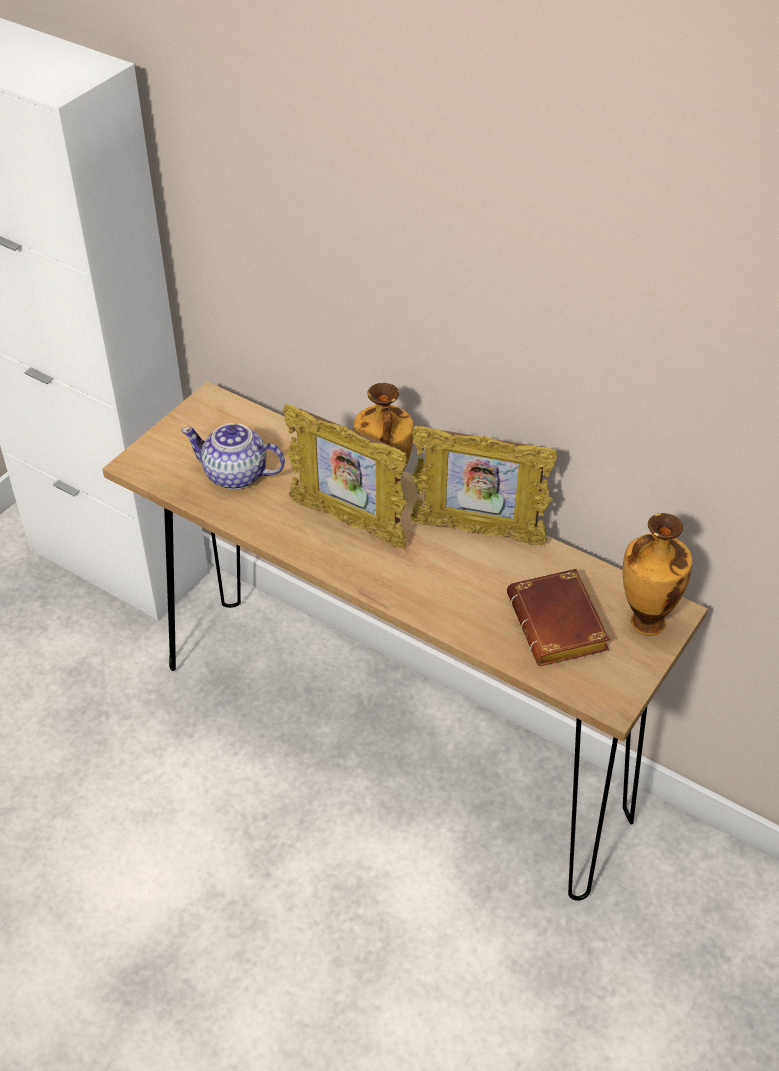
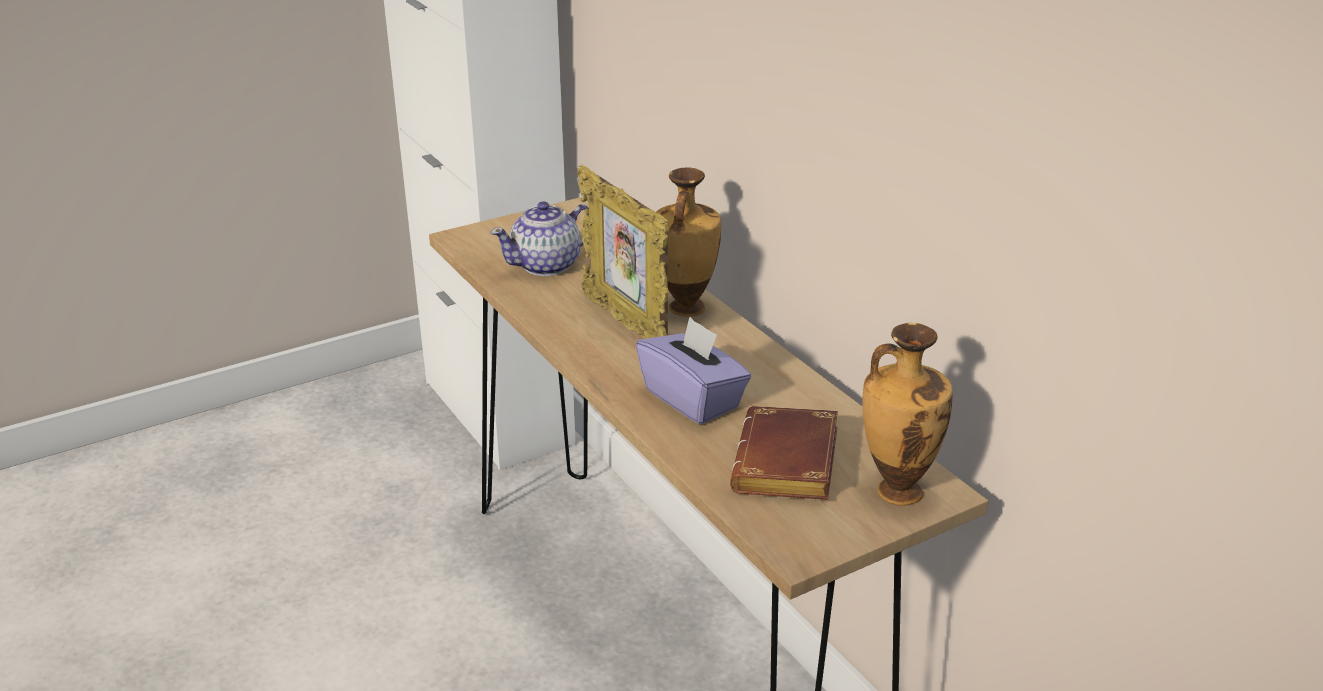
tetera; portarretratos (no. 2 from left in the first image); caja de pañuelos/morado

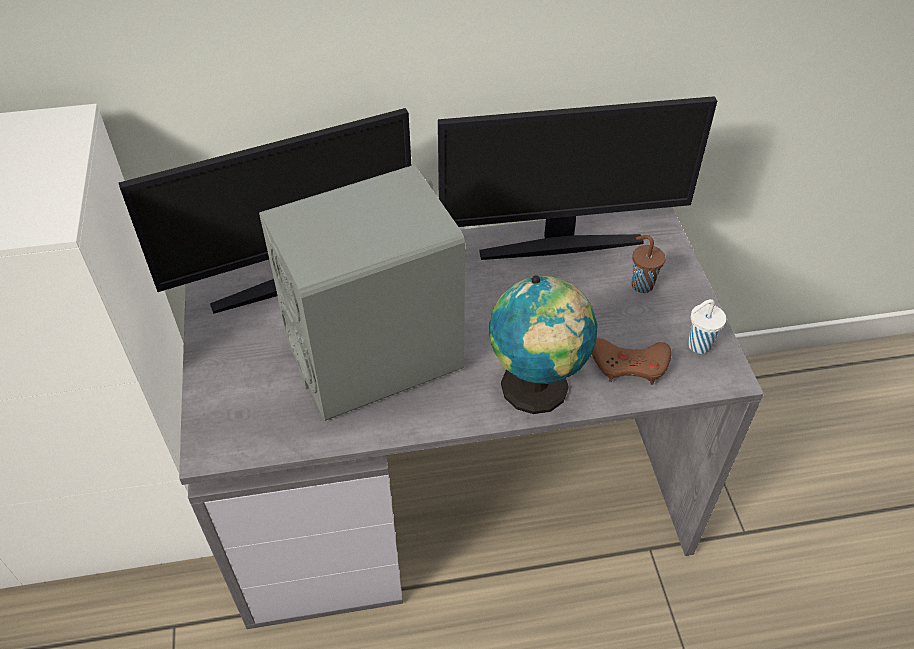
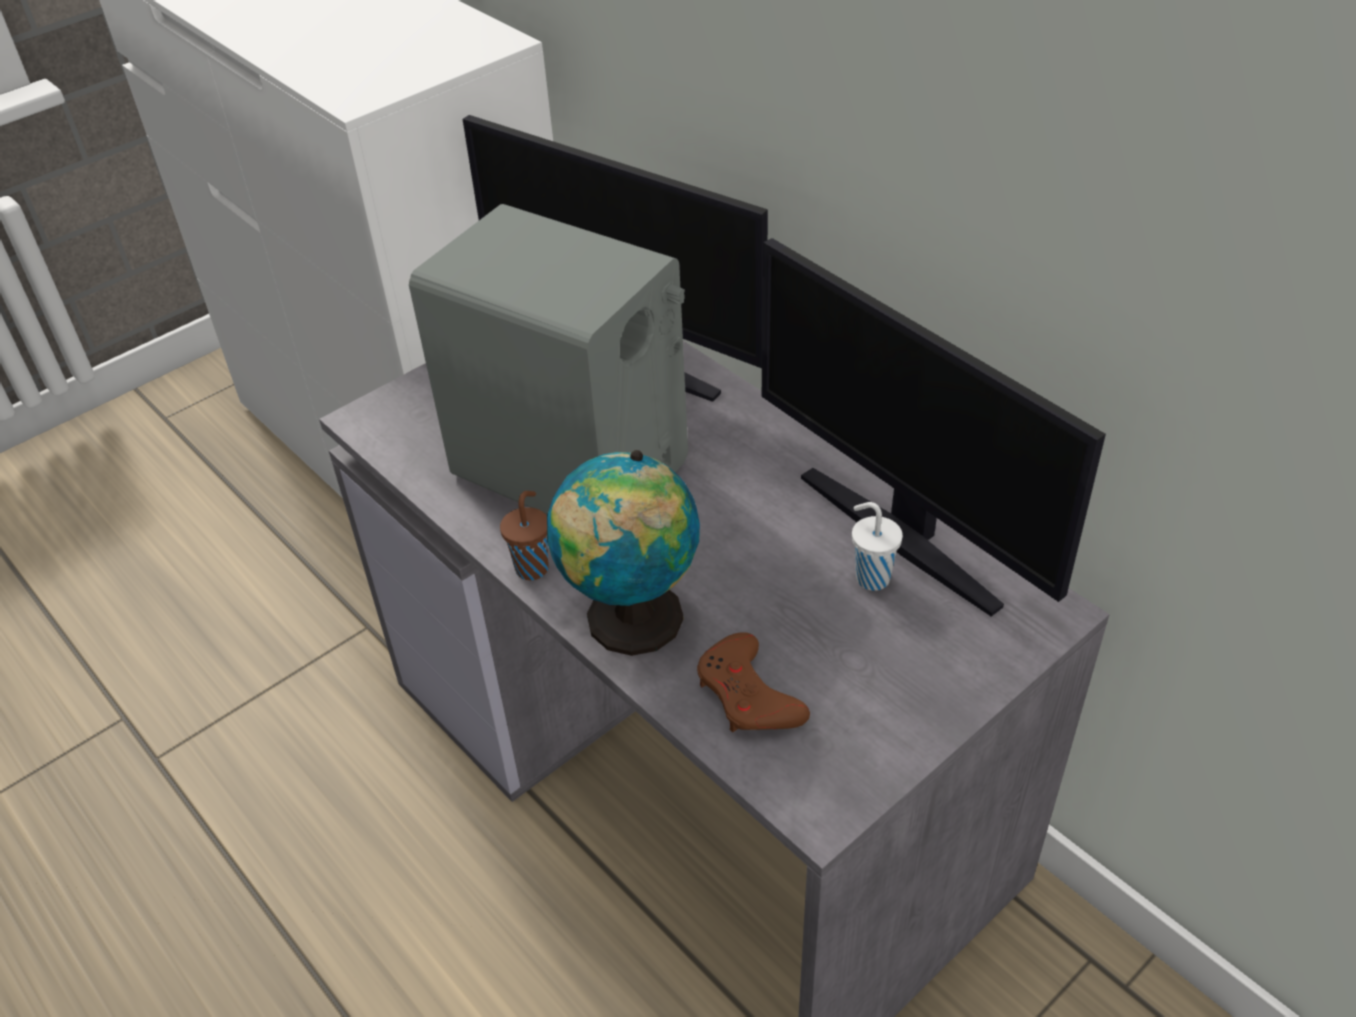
taza/marrón; taza/blanco

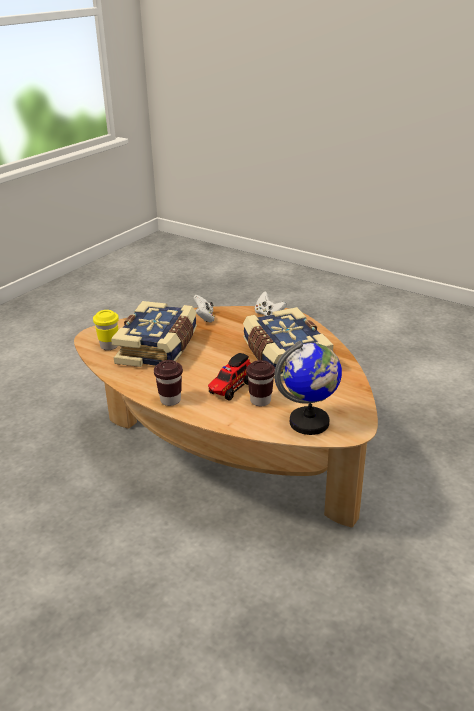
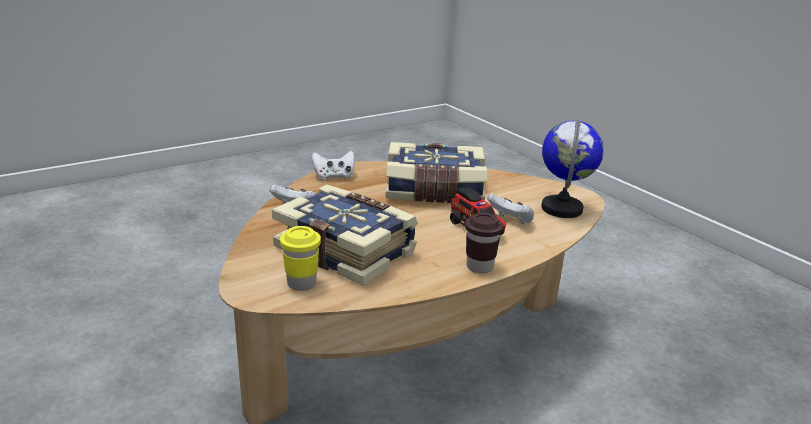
mando de consola/blanco (no. 3 from left)

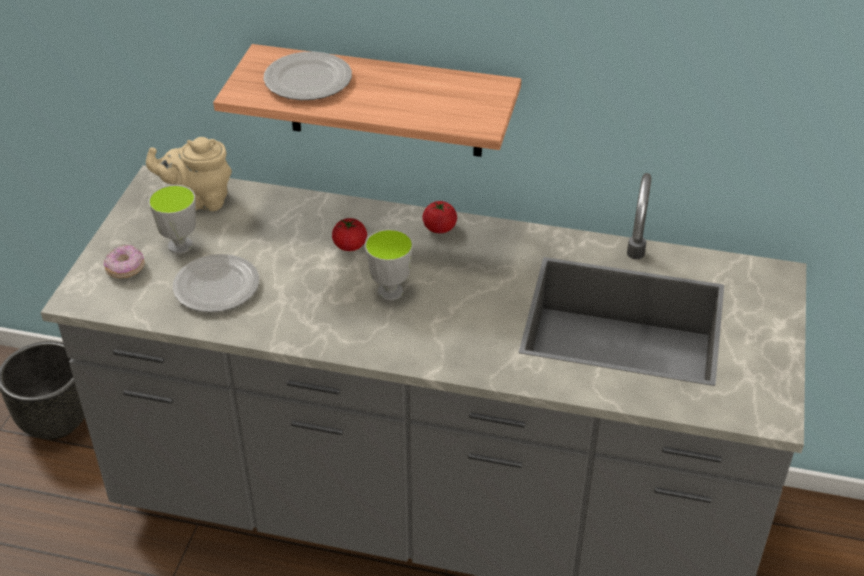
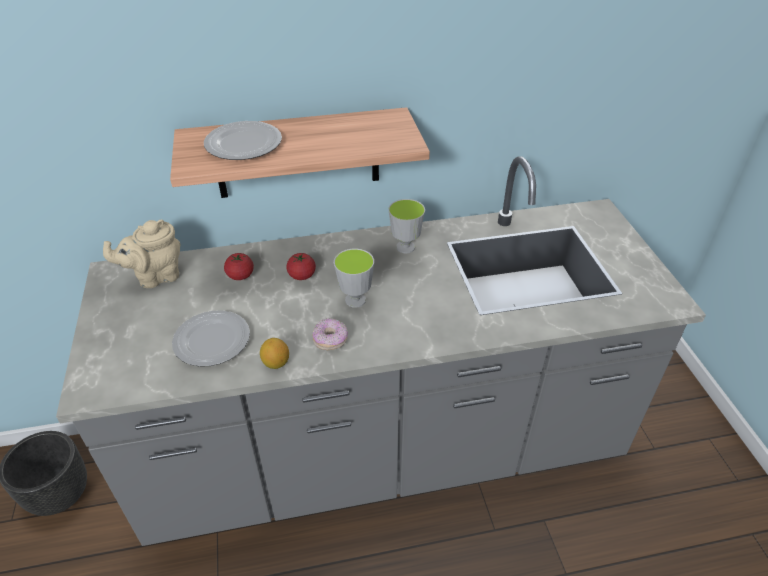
rosquilla; taza (no. 2 from left); tomate (no. 1 from left); limón

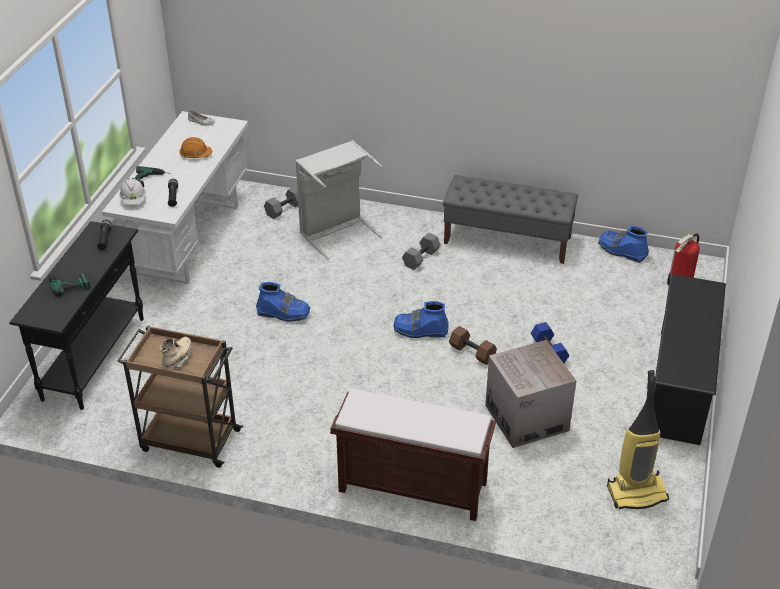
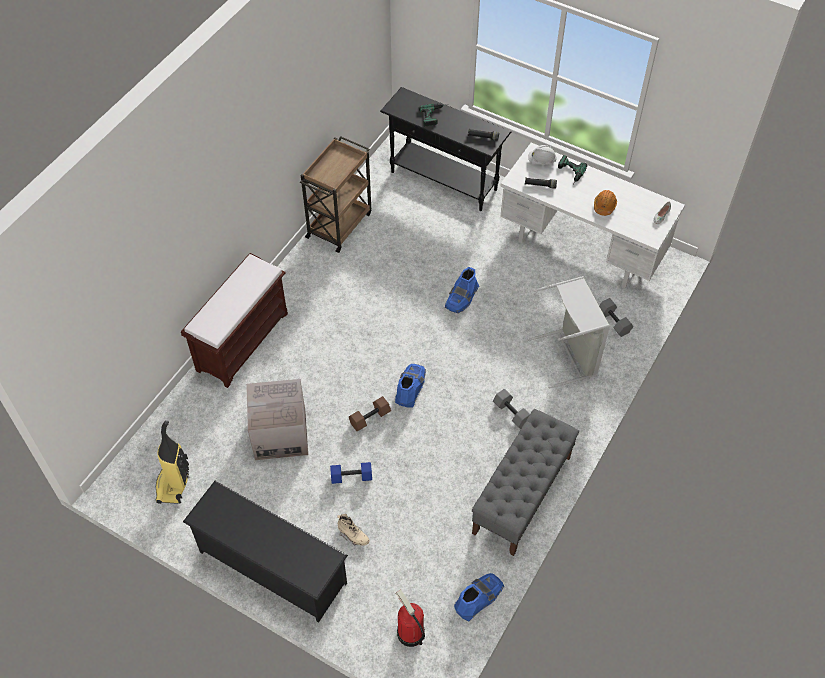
bota/beis

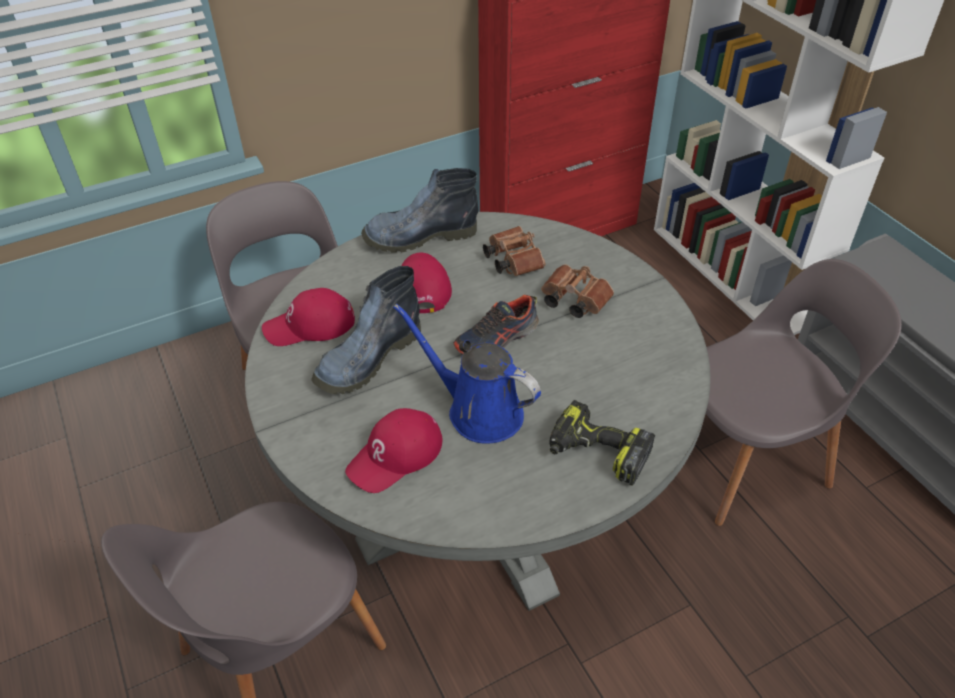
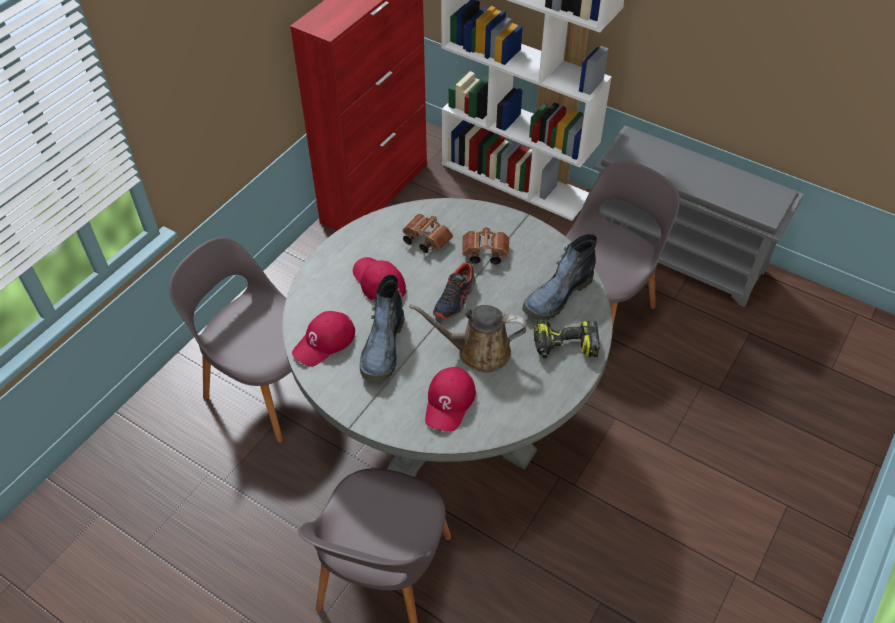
bota (no. 2 from left); regadera/marrón

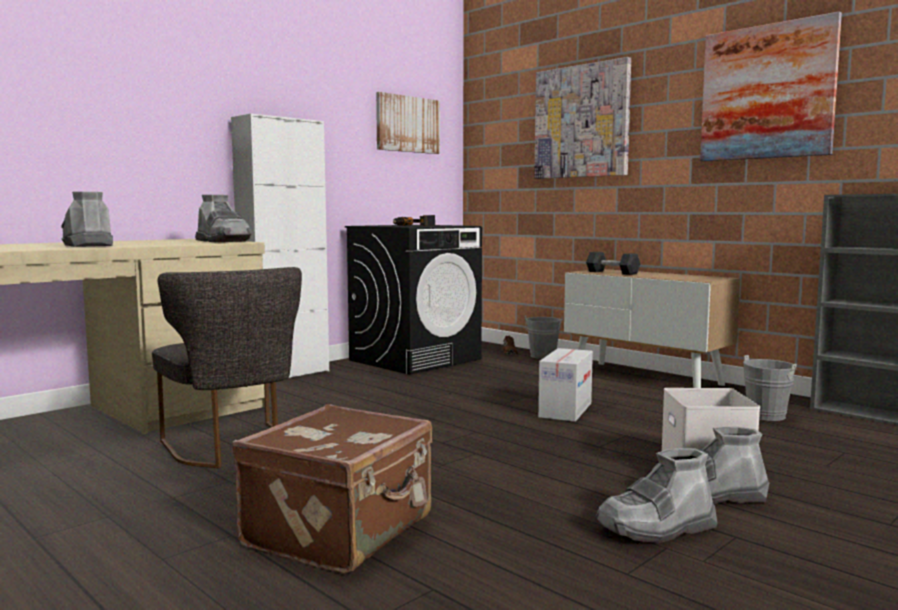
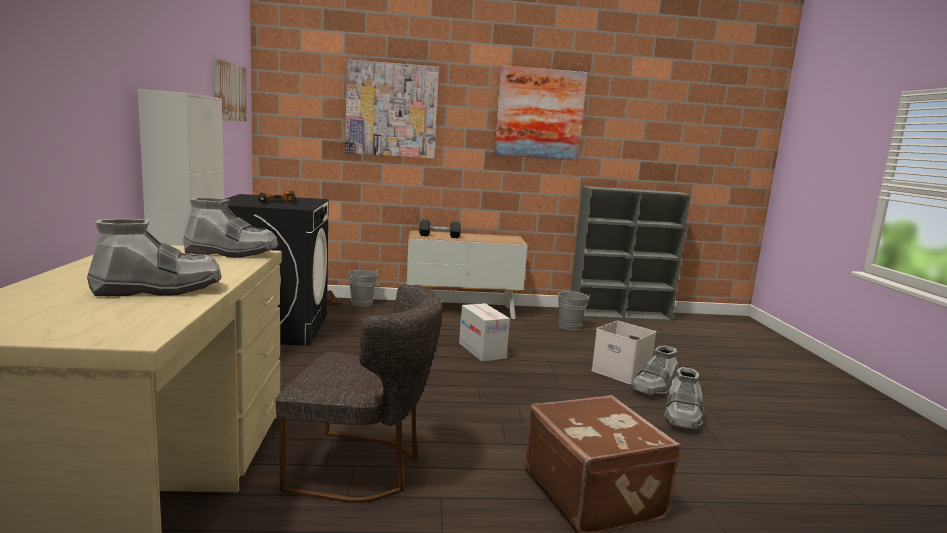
bota/gris (no. 1 from left)

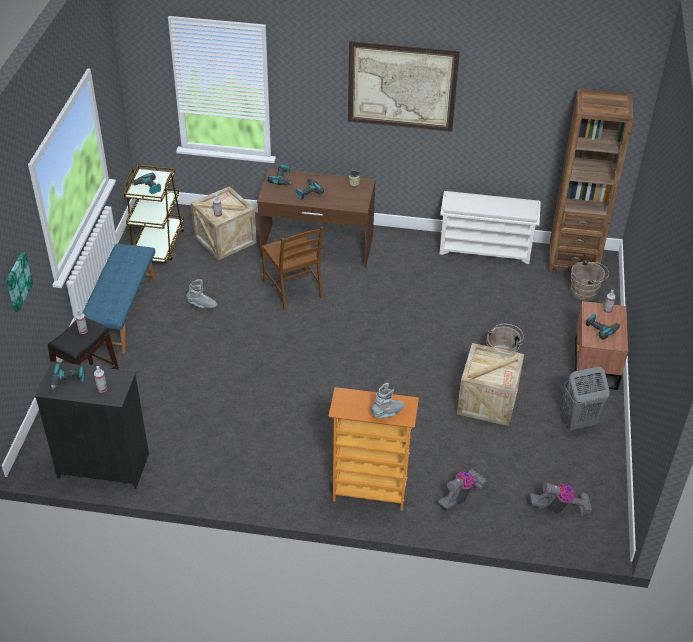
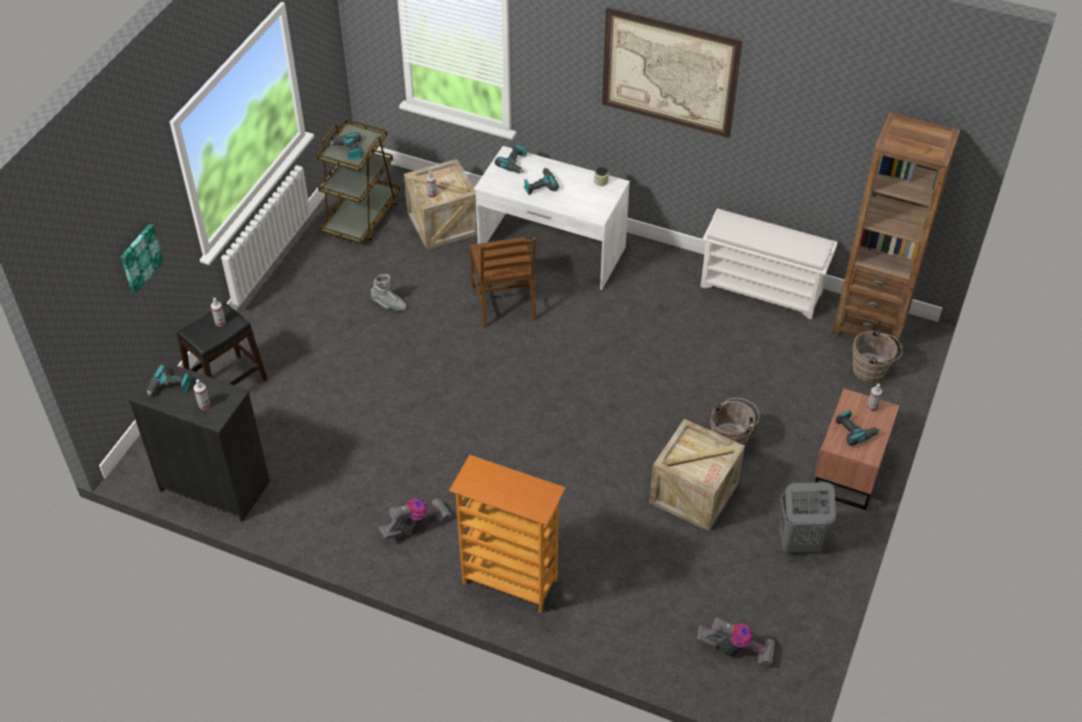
banco/azul; escritorio/blanco; bota/gris (no. 2 from left in the first image); aspiradora (no. 1 from left)

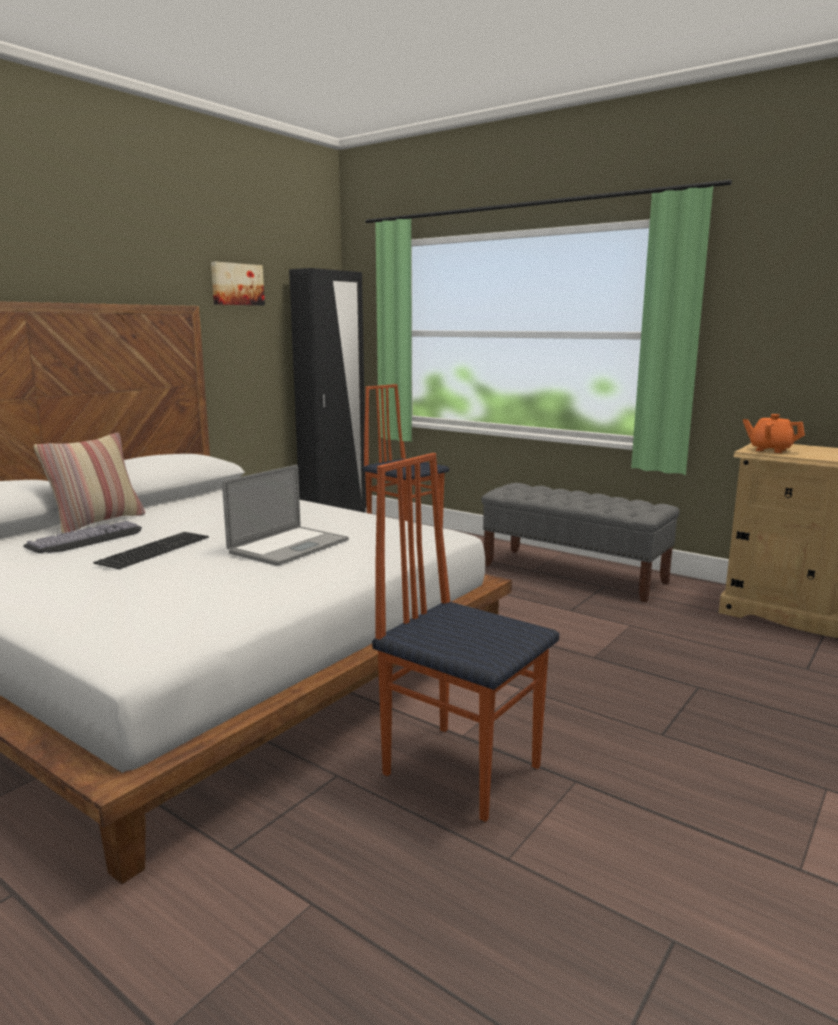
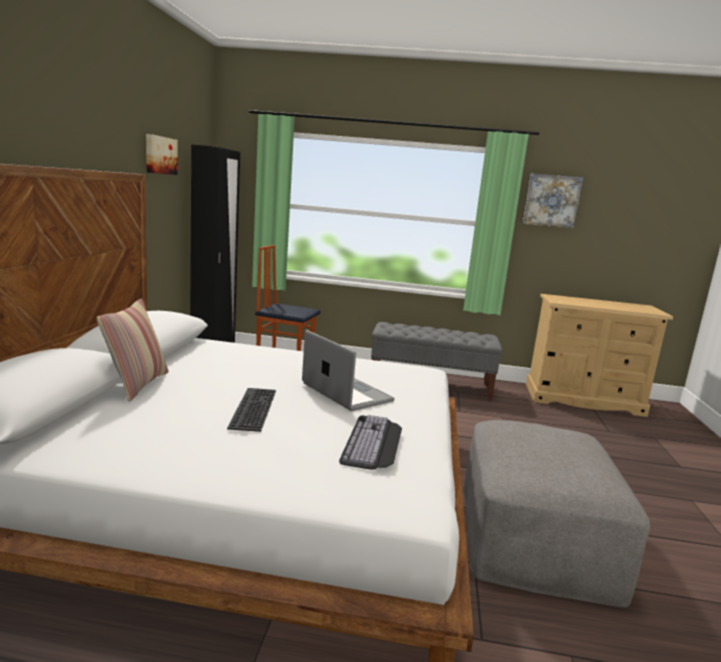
teclado (no. 2 from left); portátil; puf/gris; tetera/naranja; cuadro (no. 2 from left)

